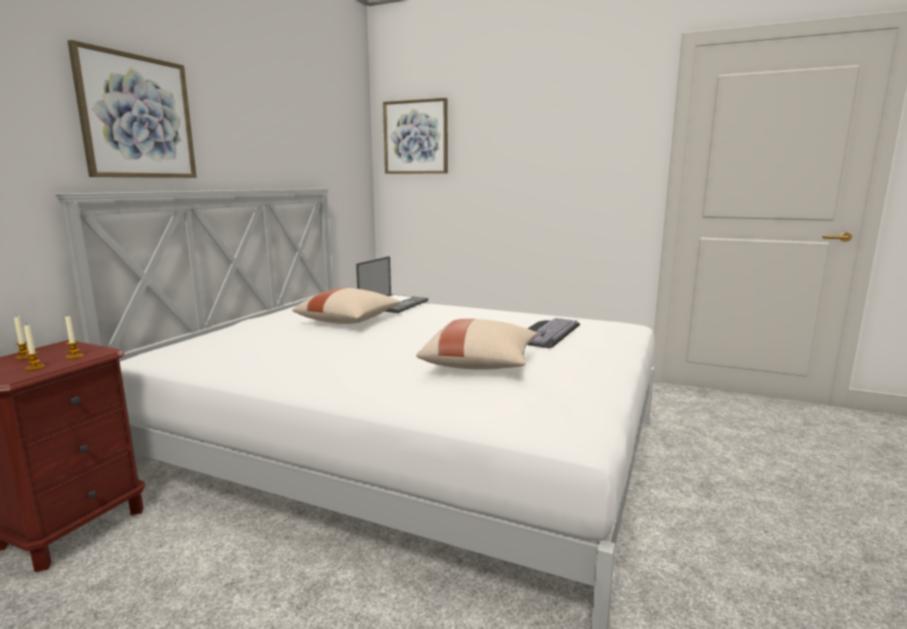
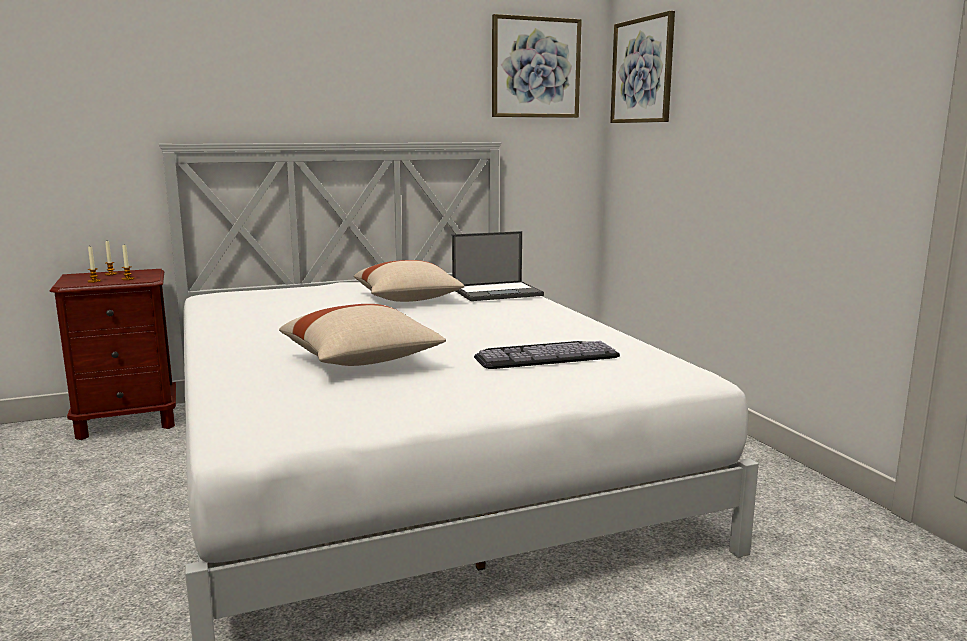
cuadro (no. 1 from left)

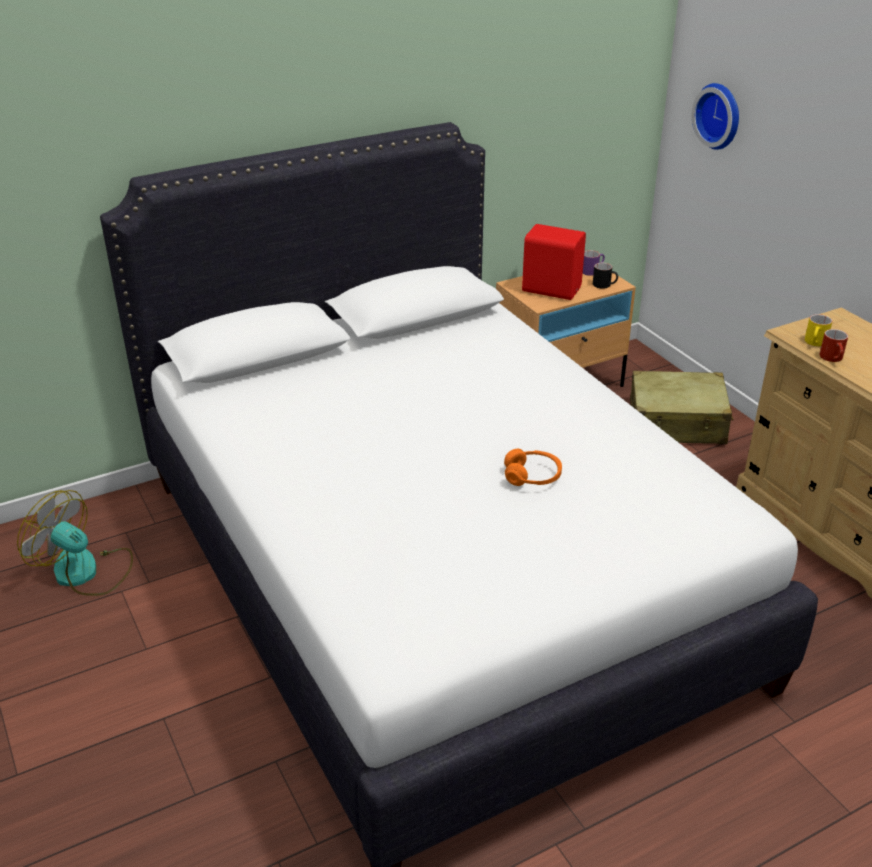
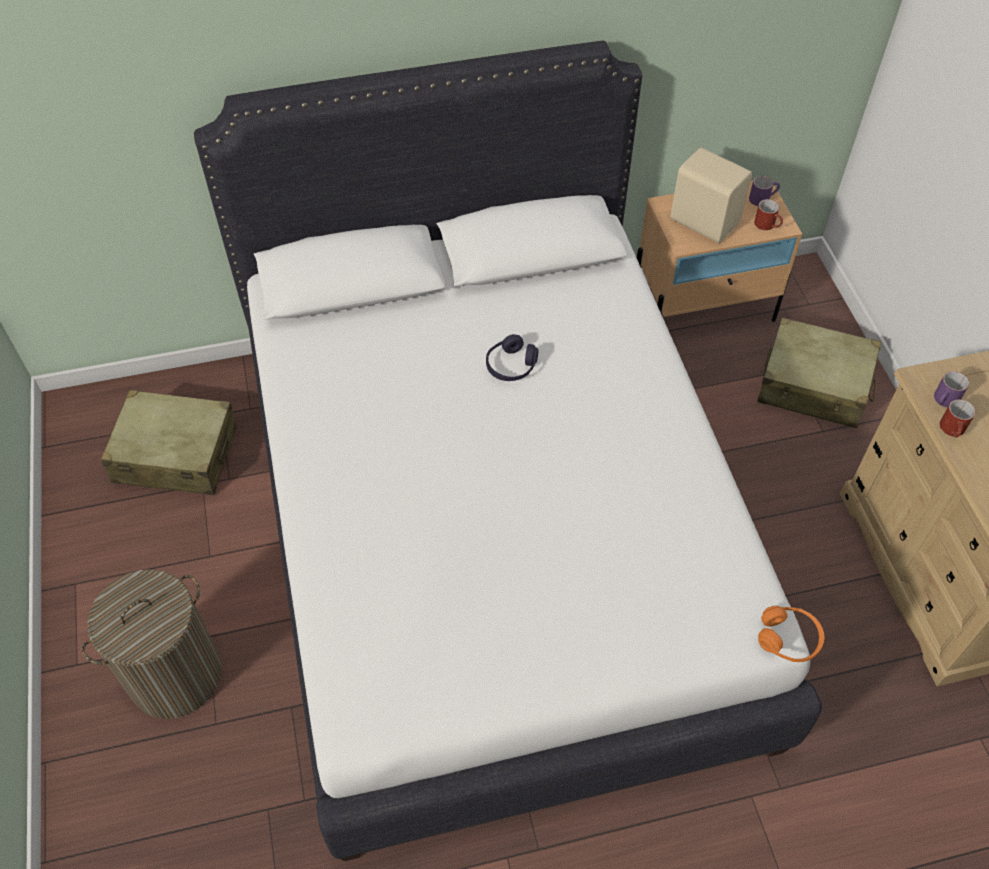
maleta/beis (no. 1 from left); auriculares/naranja; altavoz/beis; taza grande/rojo (no. 1 from left); reloj de pared; taza grande/morado (no. 2 from left); cesto de la ropa; auriculares/morado

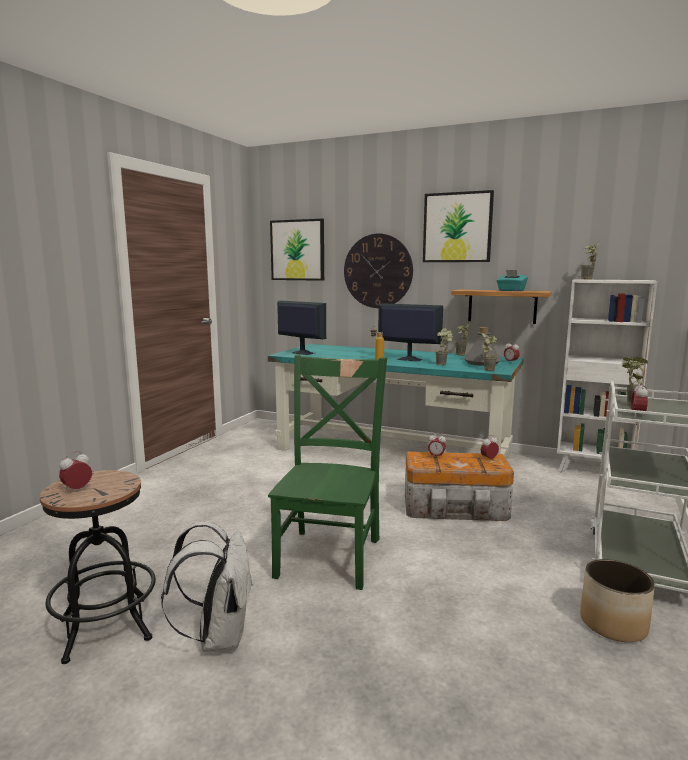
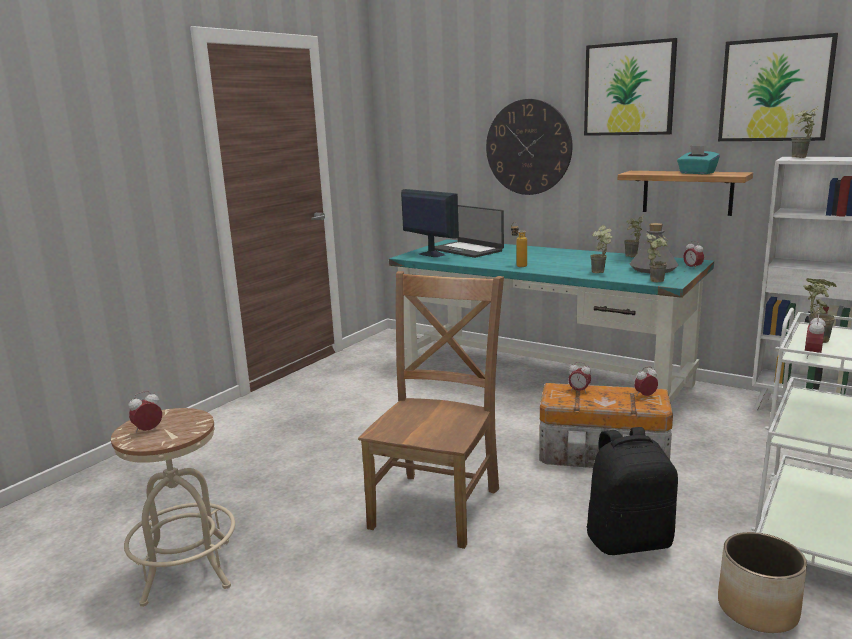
taburete/beis; mochila/blanco; silla/marrón; cuadro (no. 2 from left); monitor (no. 2 from left in the first image); portátil; mochila/negro

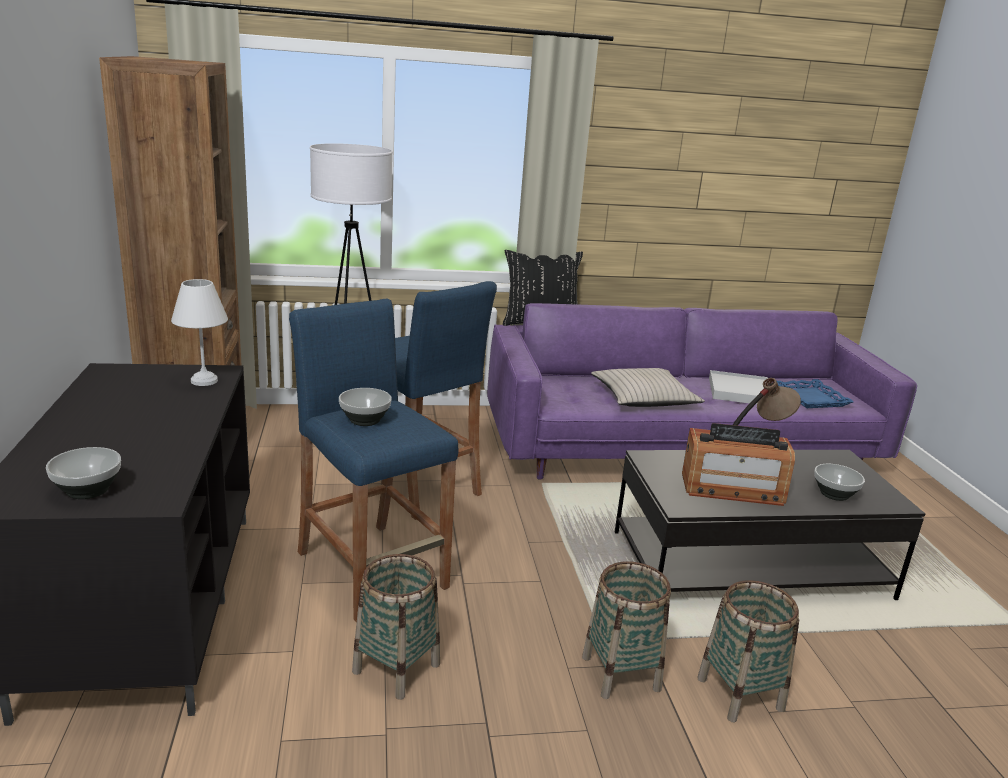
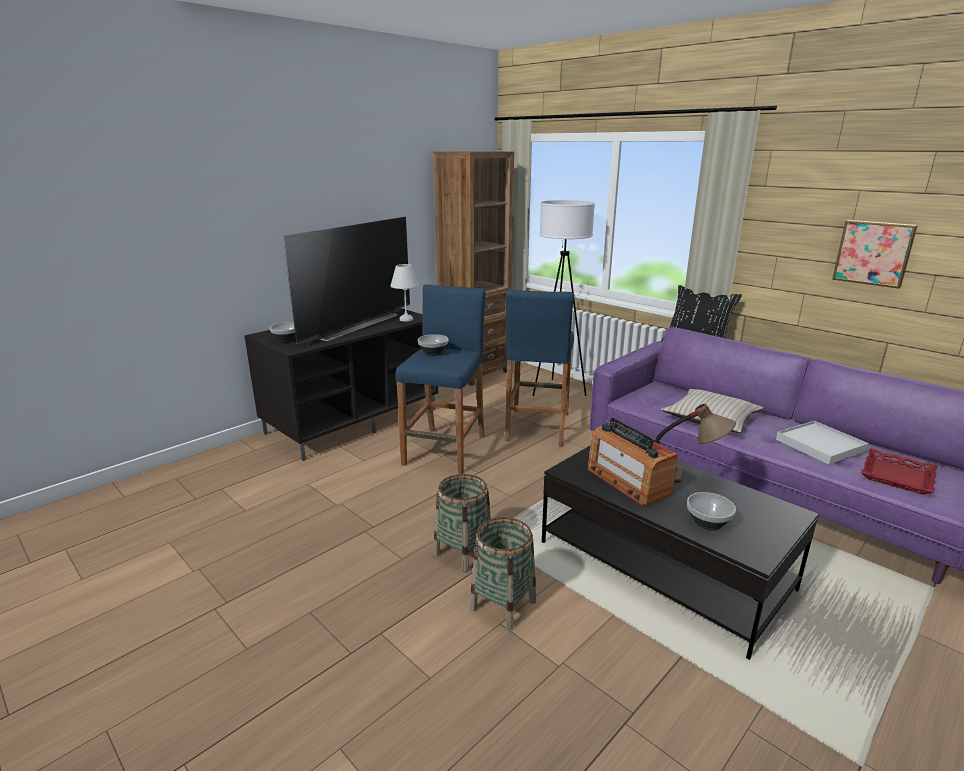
cesta (no. 1 from left in the first image); bandeja/rojo; televisor; cuadro

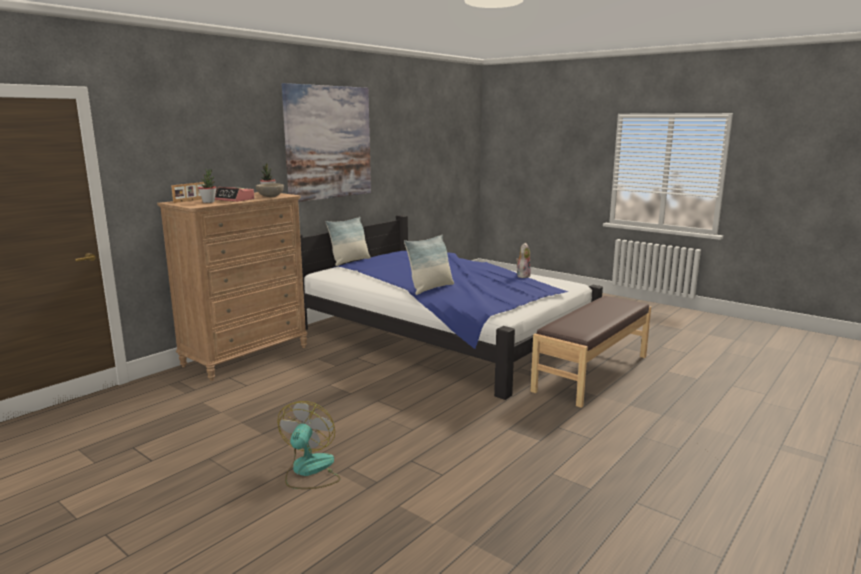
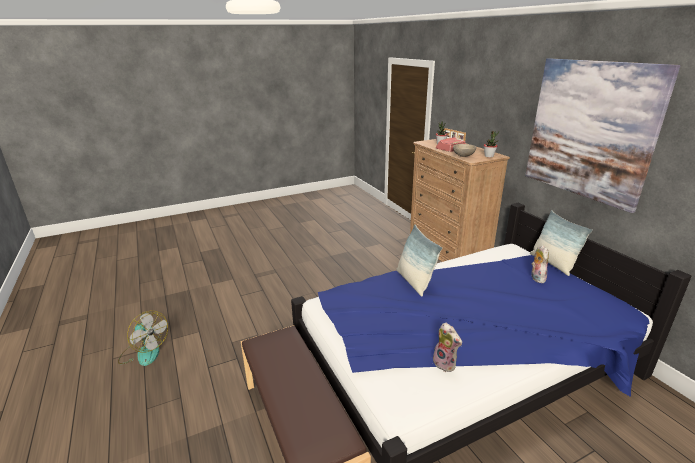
ventilador; peluche (no. 2 from left)

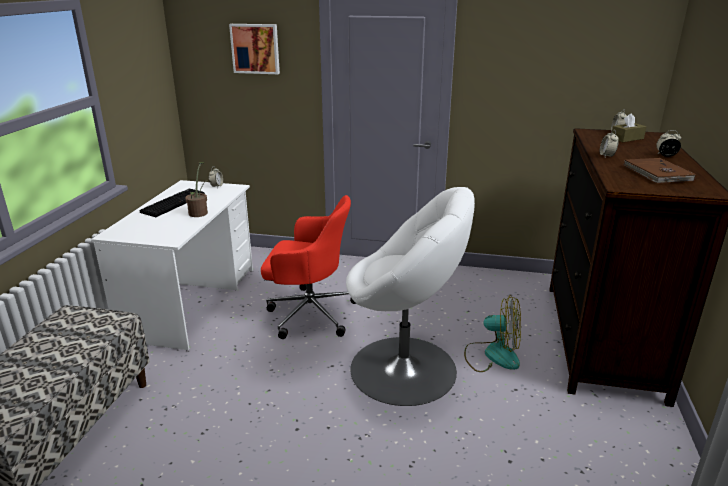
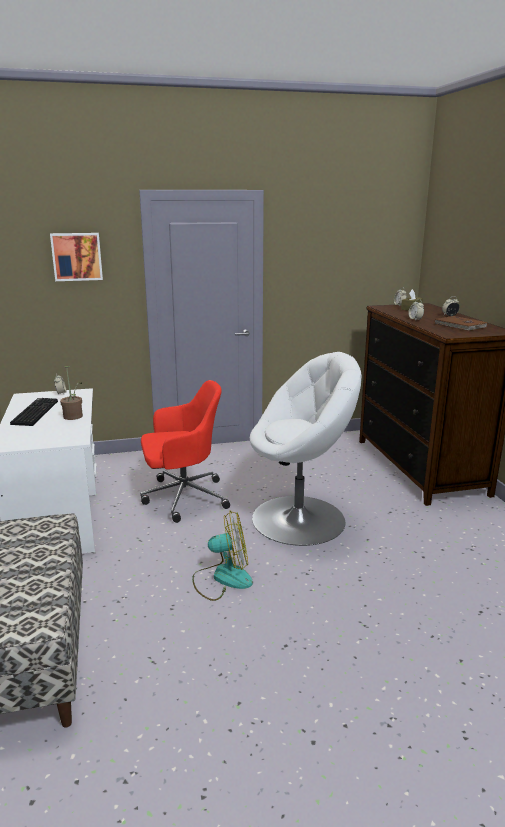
ventilador

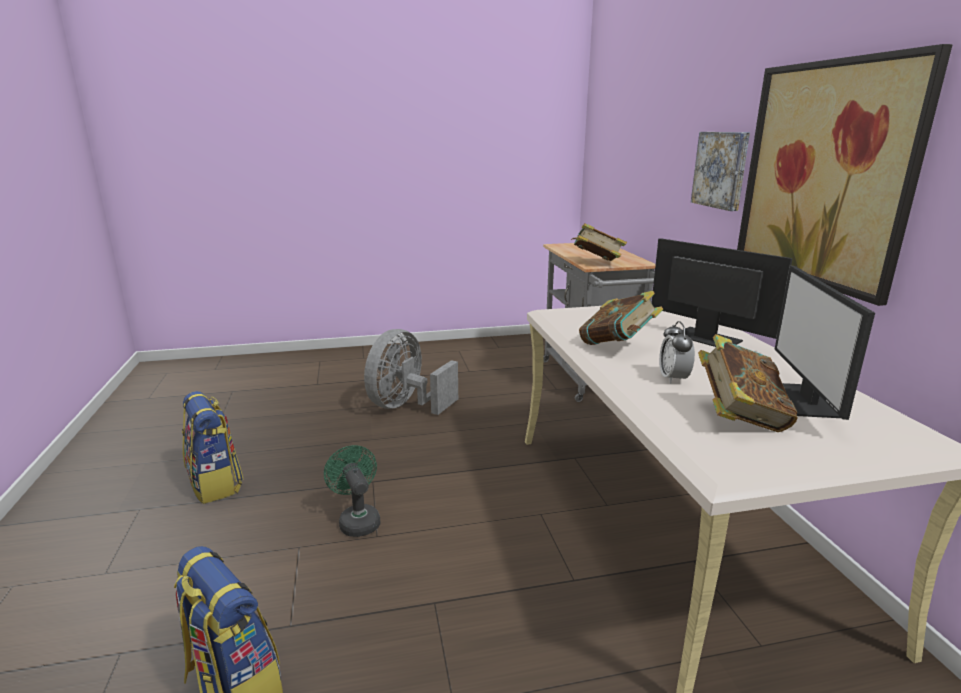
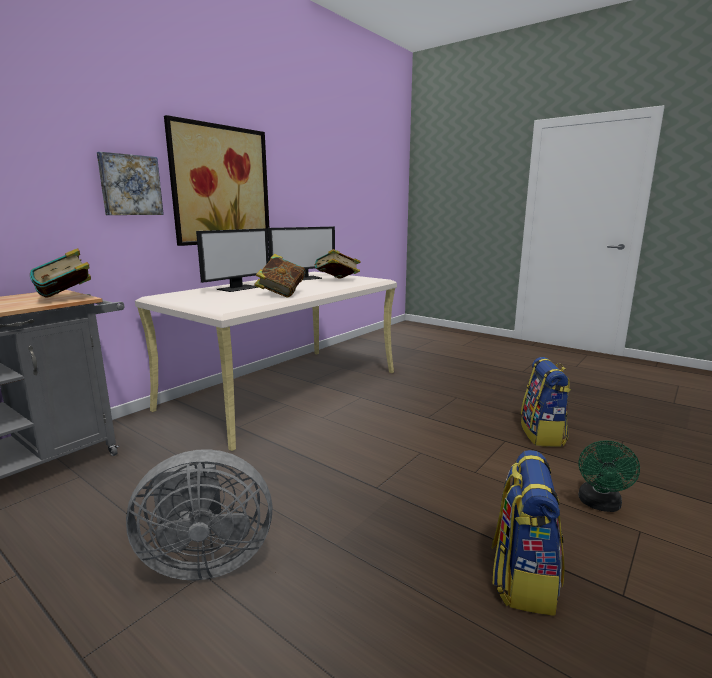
ventilador/verde; monitor (no. 1 from left); despertador

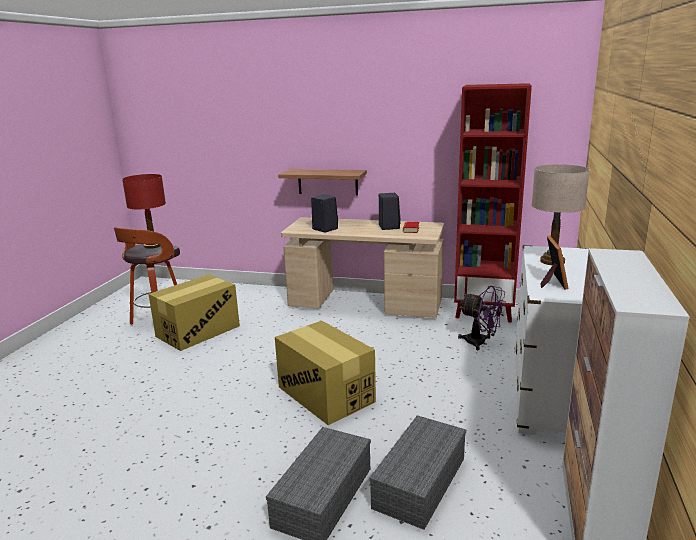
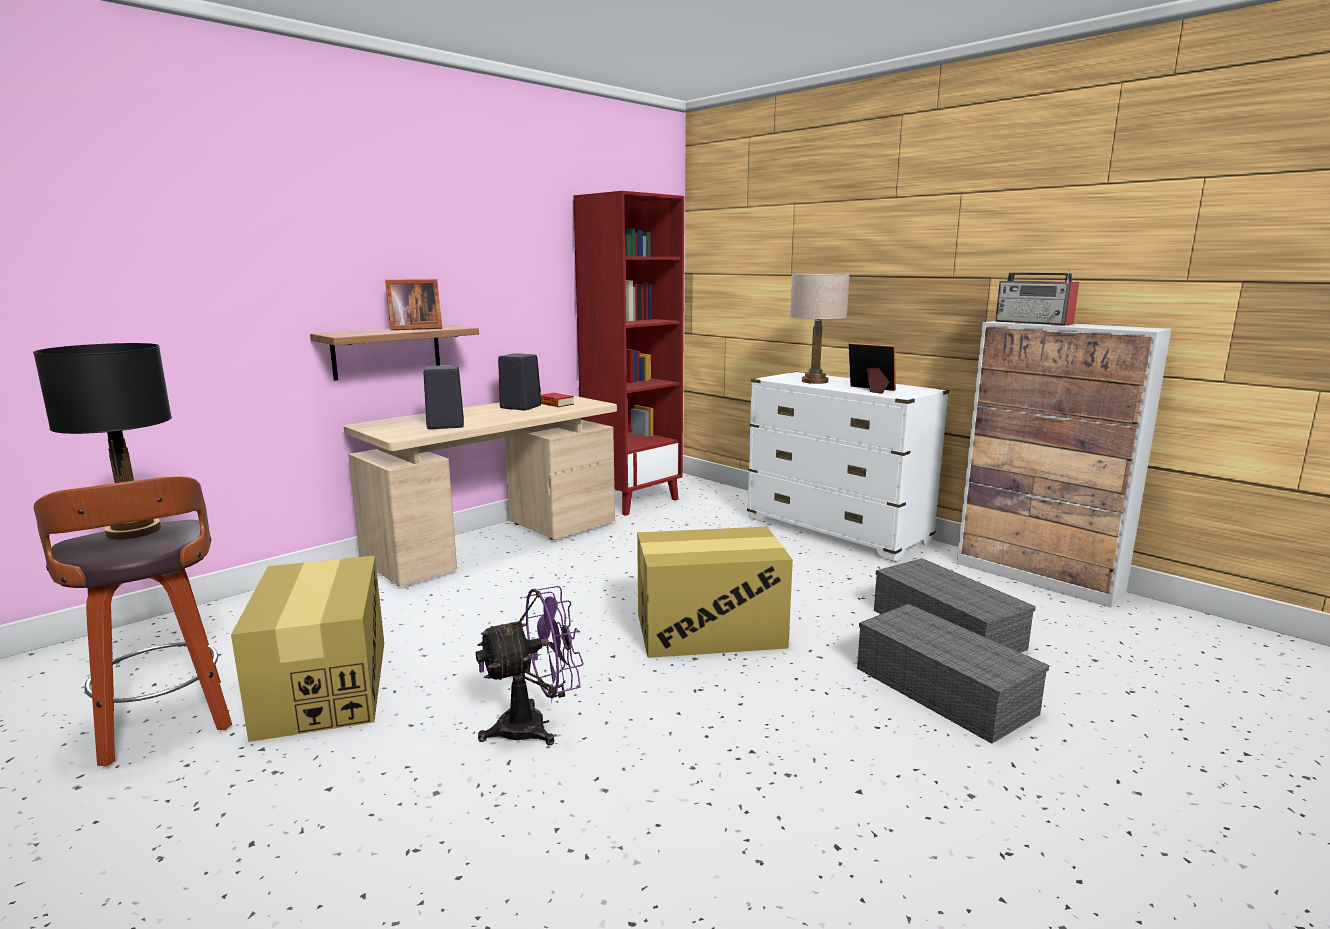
lámpara de mesa/negro; ventilador/morado; portarretratos (no. 1 from left); radio

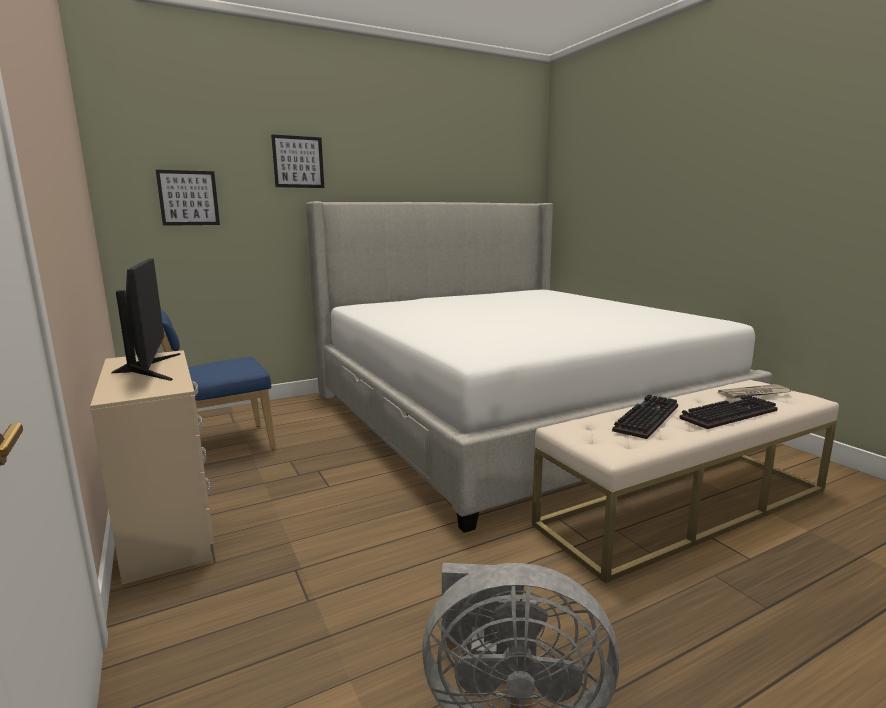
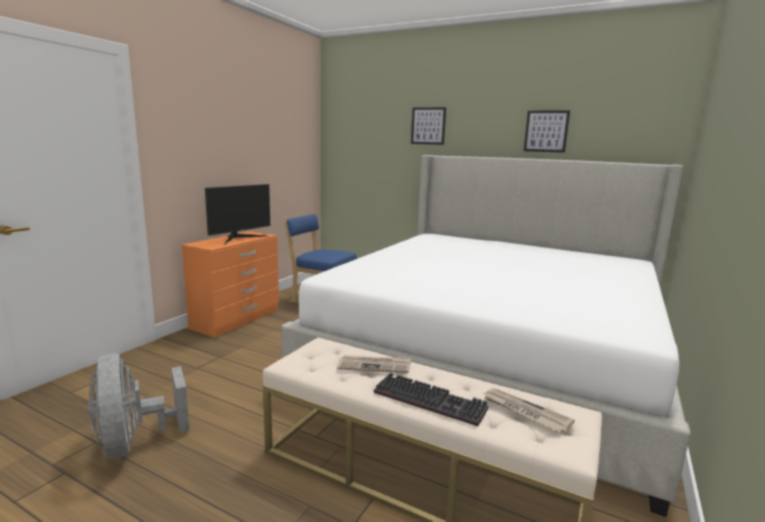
cómoda/naranja; cuadro (no. 2 from left); periódico (no. 1 from left)

